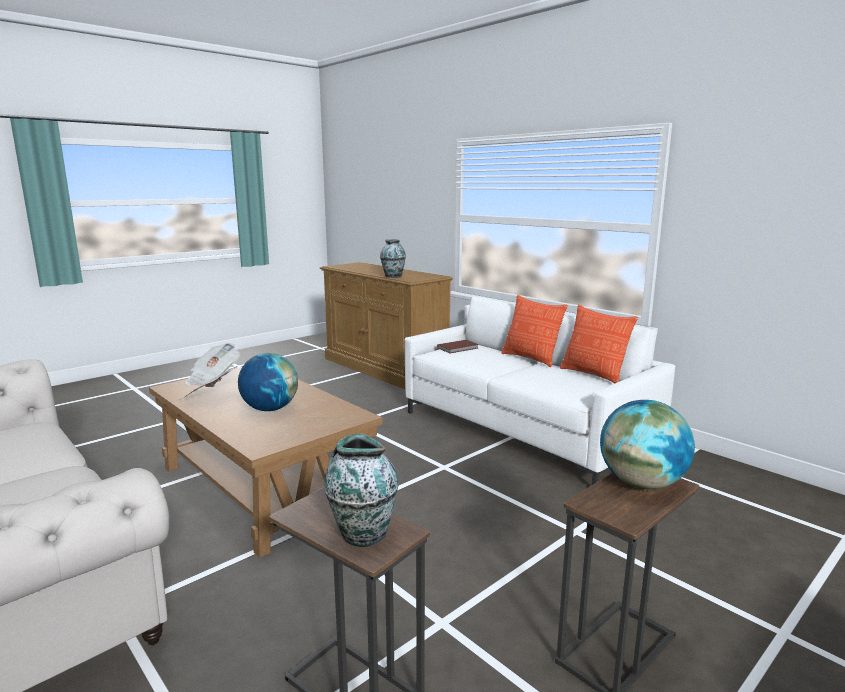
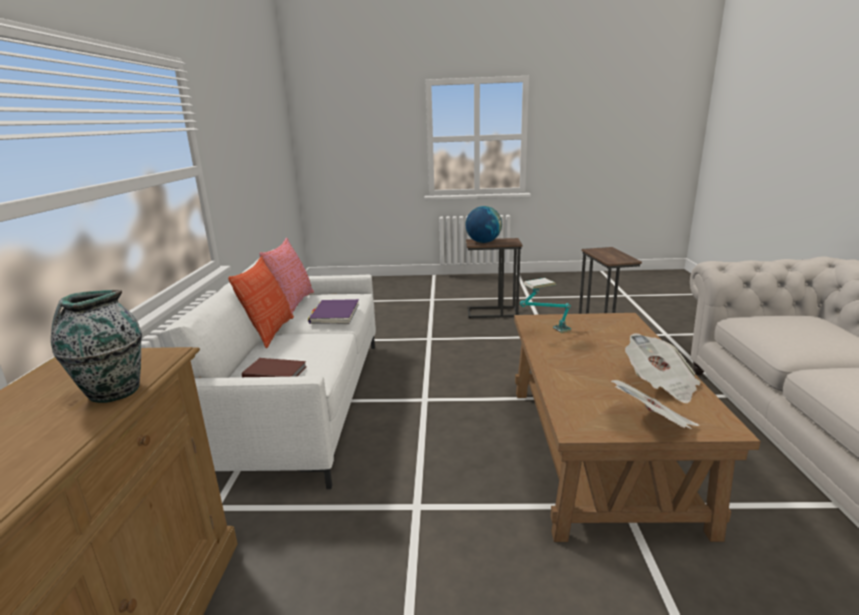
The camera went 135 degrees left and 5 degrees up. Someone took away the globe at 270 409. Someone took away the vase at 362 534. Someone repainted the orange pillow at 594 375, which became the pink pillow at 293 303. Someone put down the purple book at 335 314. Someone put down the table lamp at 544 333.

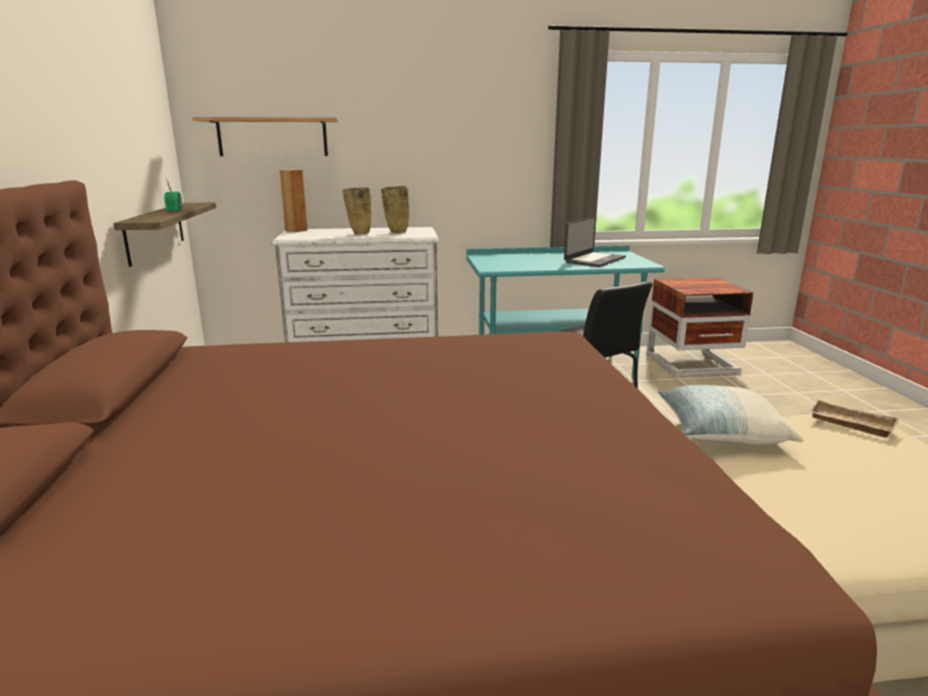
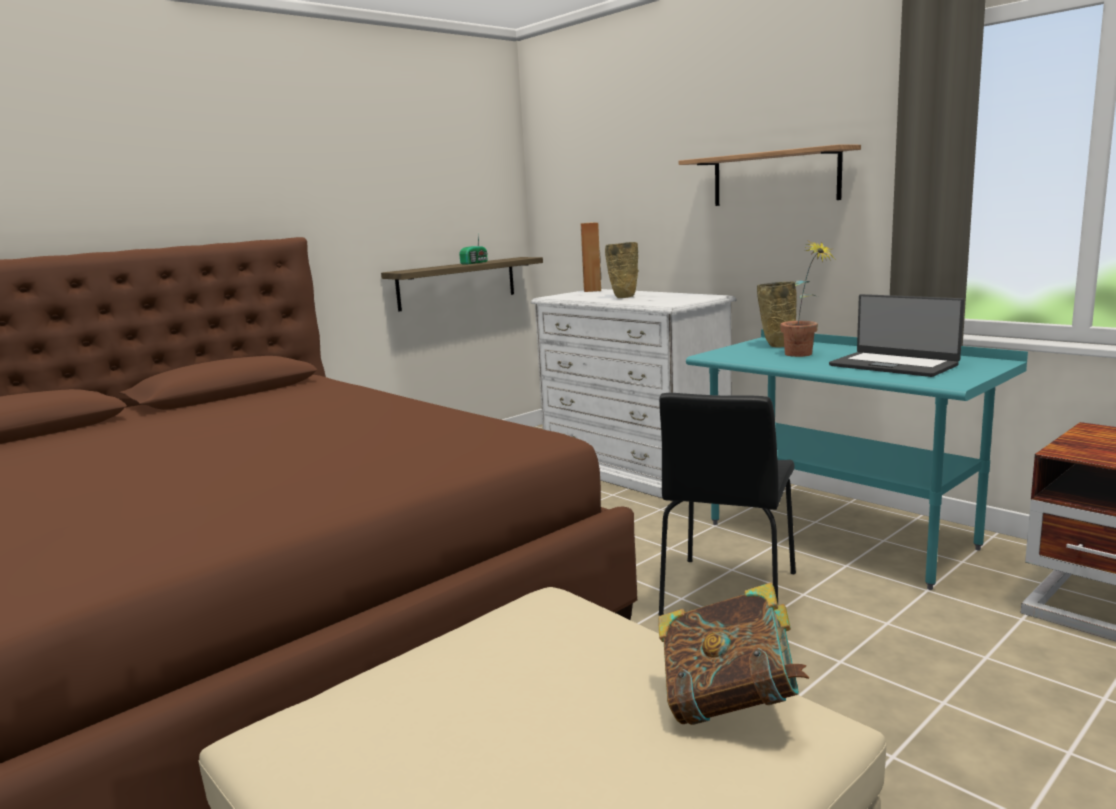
The camera went 55 degrees right and 5 degrees down. Someone carried the shelf from 272 137 to 775 178. Someone carried the beige vase from 396 232 to 776 346. Someone rotated the laptop at 594 260 by 45 degrees clockwise. Someone took away the pillow at 720 432. Someone swapped the beige tray at 849 424 for the book at 729 703. Someone put down the potted plant at 804 355.

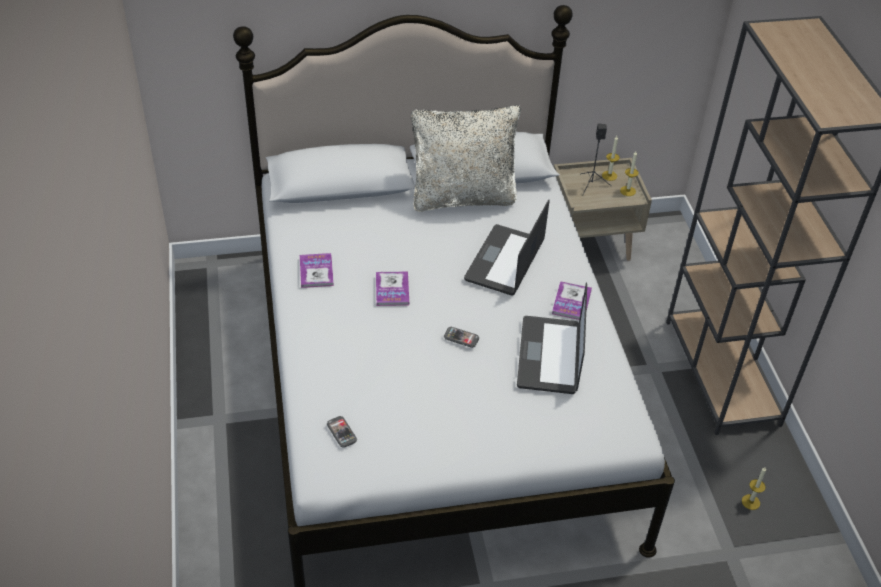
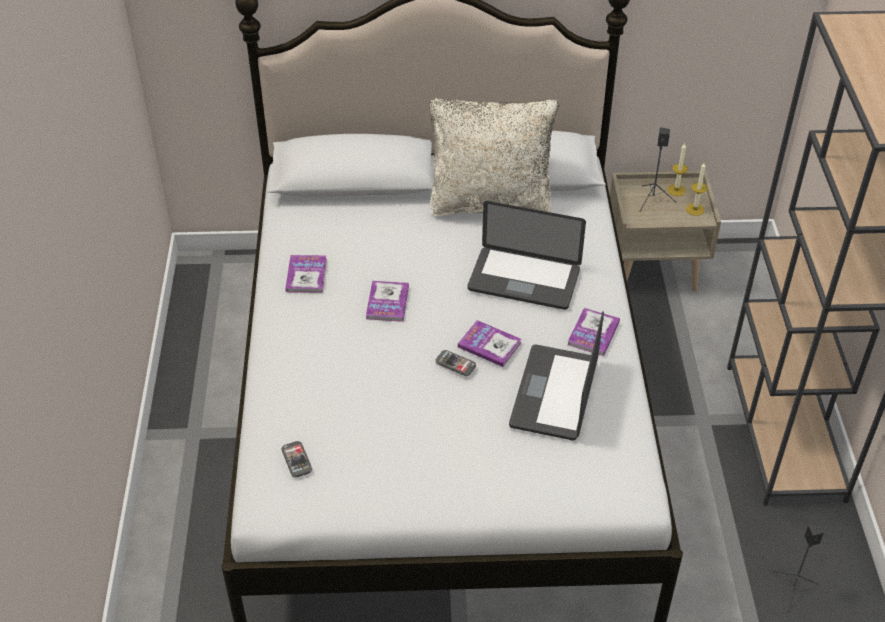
The camera went 10 degrees right and 0 degrees up. Someone rotated the laptop at 504 261 by 105 degrees counterclockwise. Someone swapped the candle at 750 502 for the black speaker at 793 589. Someone put down the book at 489 344.

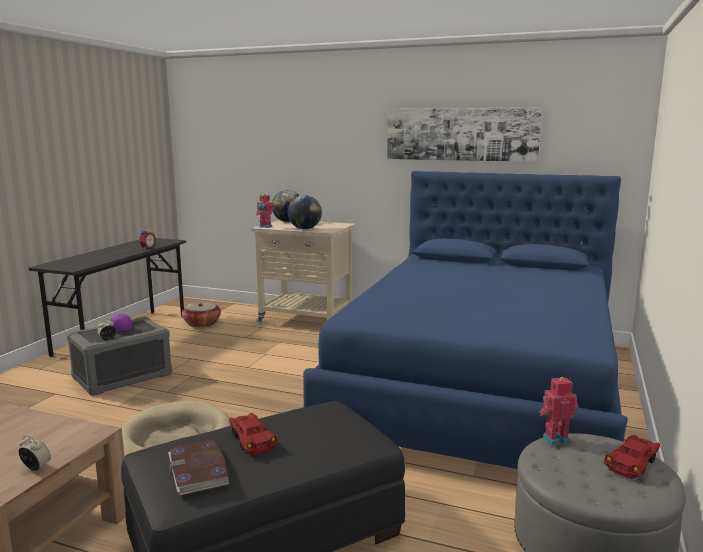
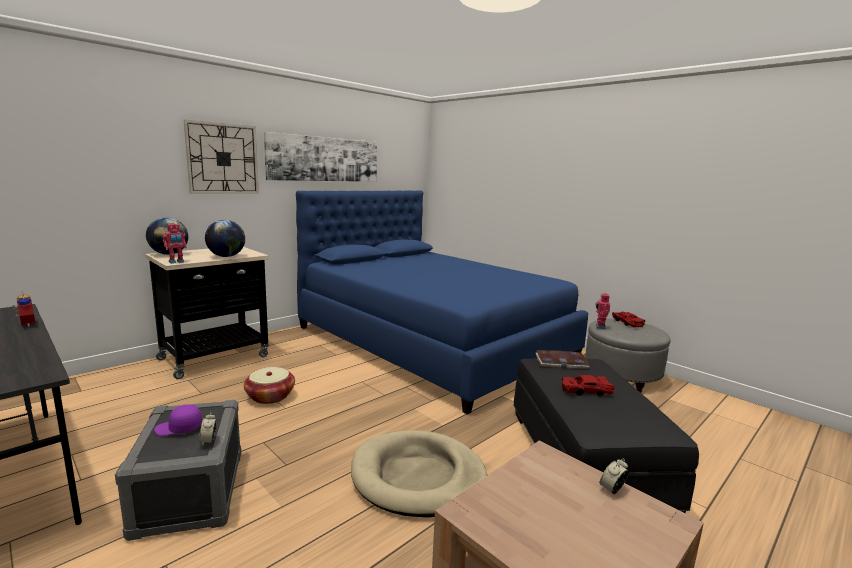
The camera went 65 degrees left and 0 degrees up. Someone carried the book from 199 470 to 561 362. Someone carried the basket from 202 323 to 270 396. Someone repainted the beige cart at 306 321, which became the black cart at 215 357. Someone put up the wall clock at 223 159.

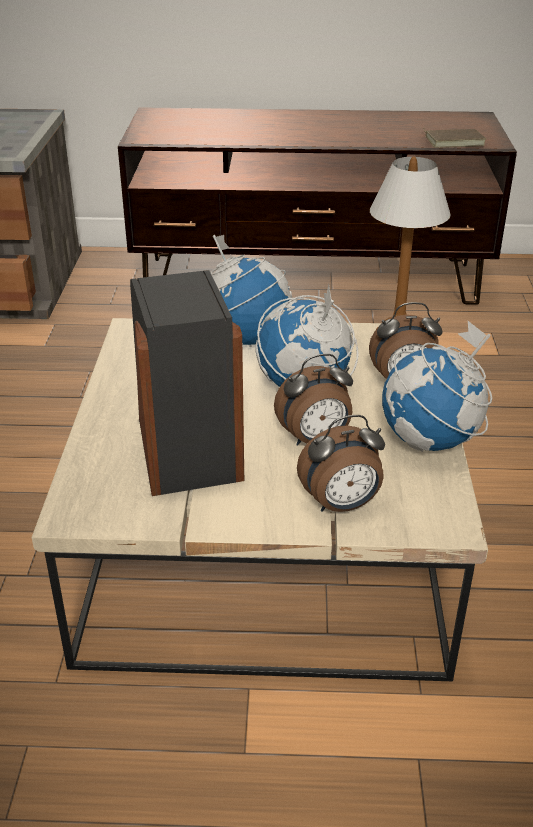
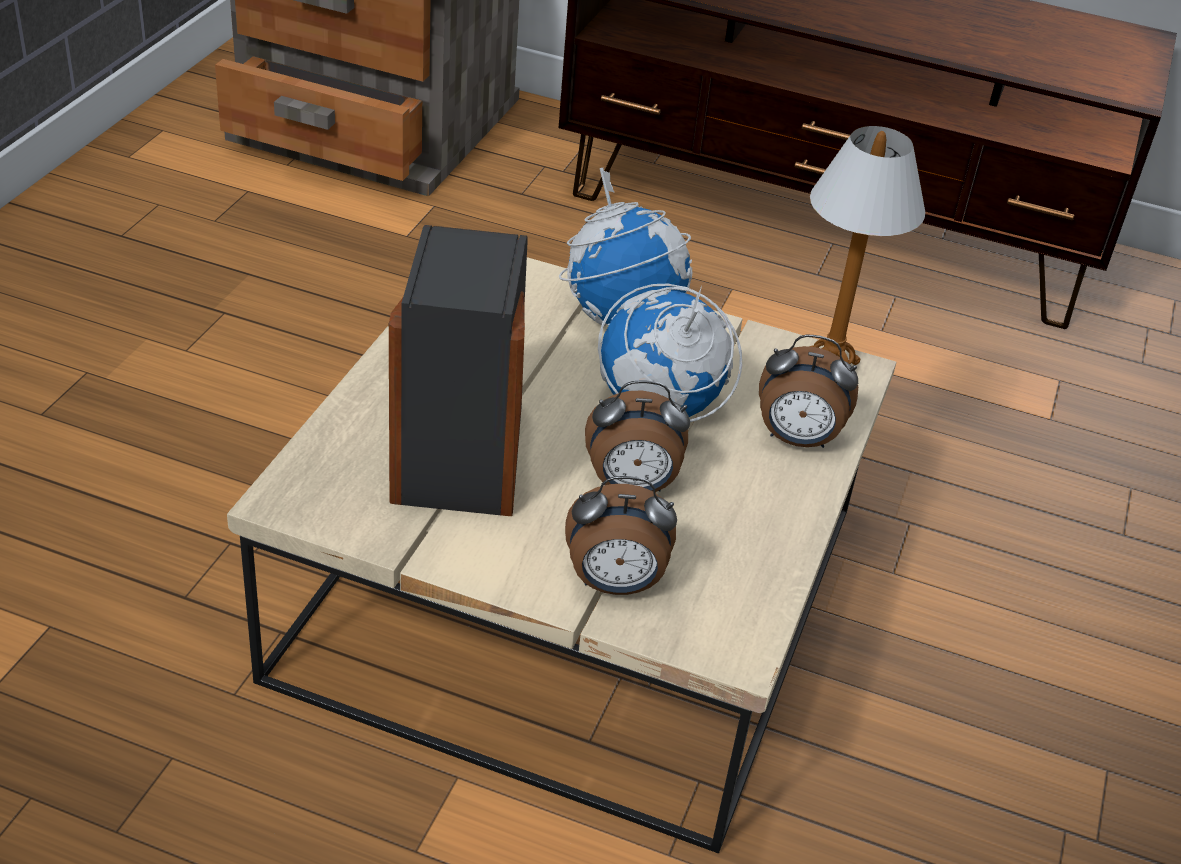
The camera went 15 degrees right and 5 degrees up. Someone took away the globe at 431 441. Someone took away the brown book at 454 141.

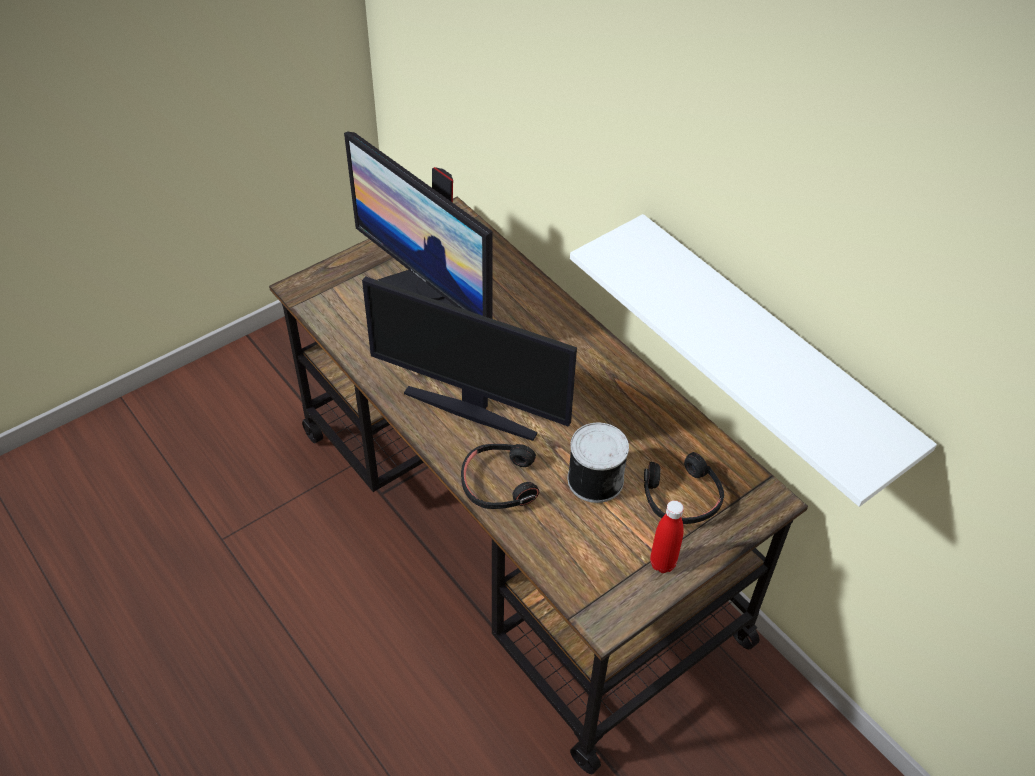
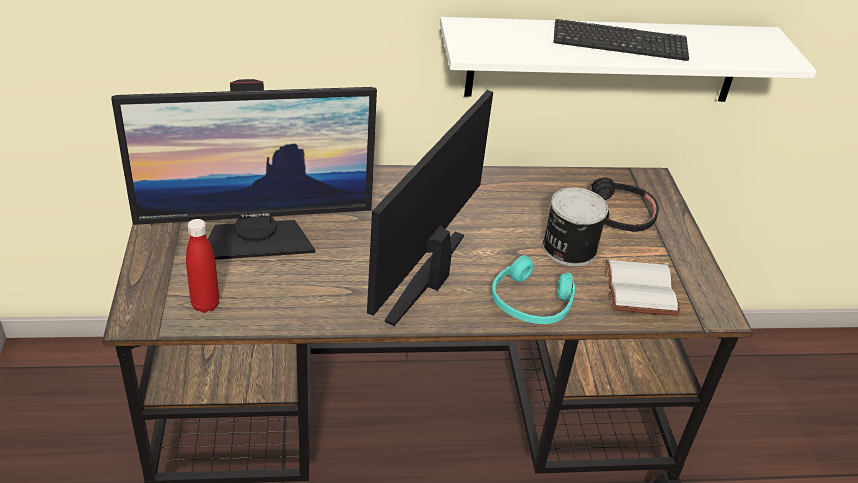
The camera went 60 degrees left and 10 degrees down. Someone rotated the monitor at 471 410 by 150 degrees clockwise. Someone repainted the black headphones at 499 483, which became the turquoise headphones at 531 302. Someone carried the red bottle from 662 563 to 205 305. Someone put down the keyboard at 619 43. Someone put down the white book at 643 290.

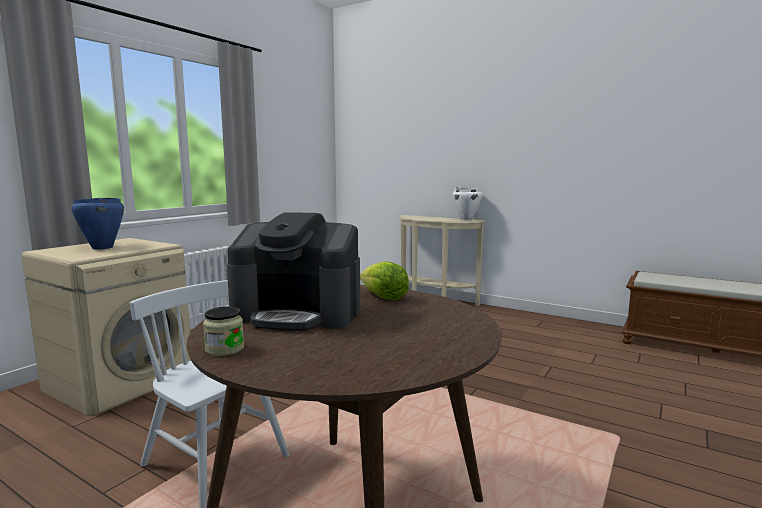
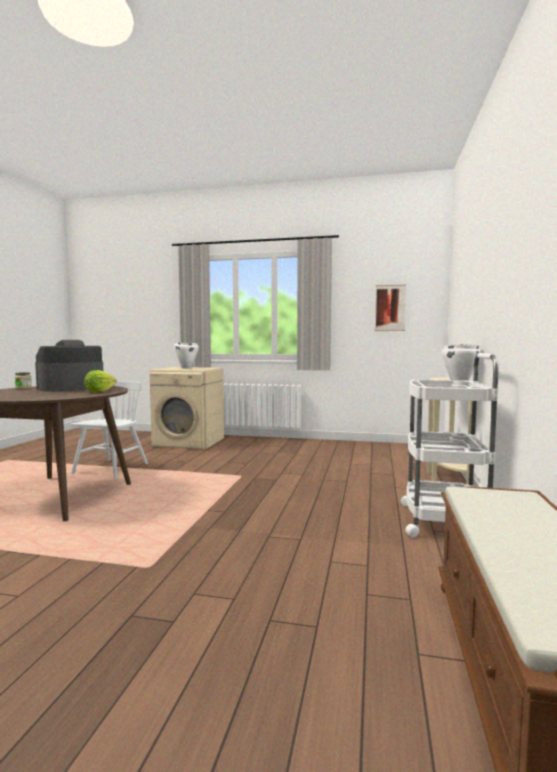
The camera went 70 degrees right and 5 degrees down. Someone repainted the blue cooking pot at 102 248, which became the white cooking pot at 186 368. Someone rotated the coffee machine at 298 313 by 60 degrees clockwise. Someone put up the picture at 390 308. Someone put down the white cart at 443 522.

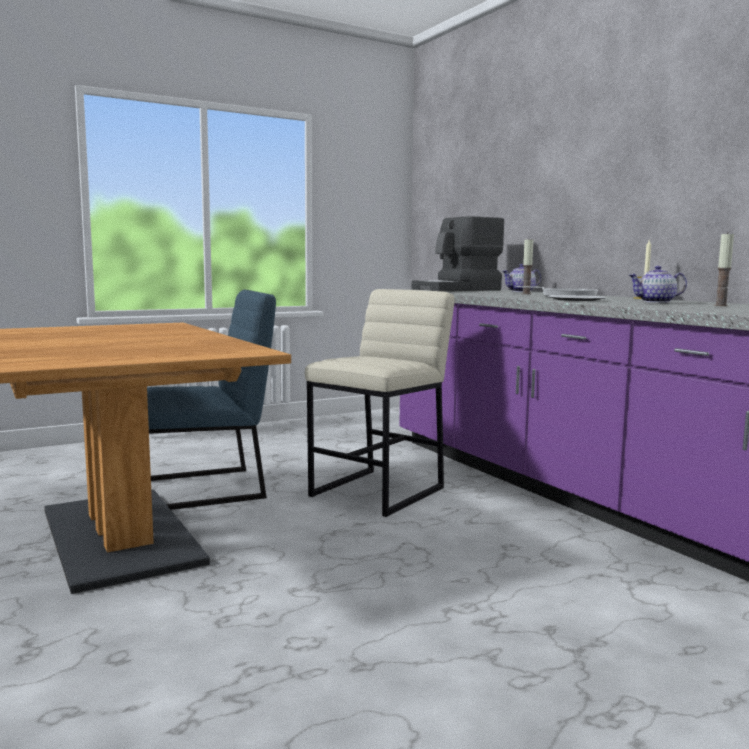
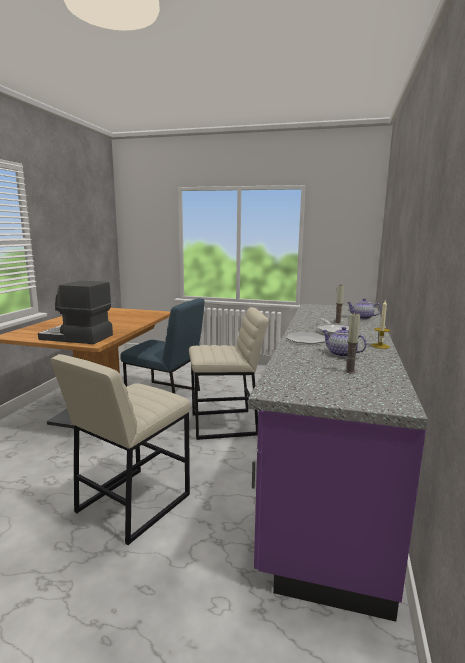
The camera went 45 degrees right and 5 degrees up. Someone carried the coffee machine from 458 290 to 76 337. Someone put down the beige chair at 131 504.

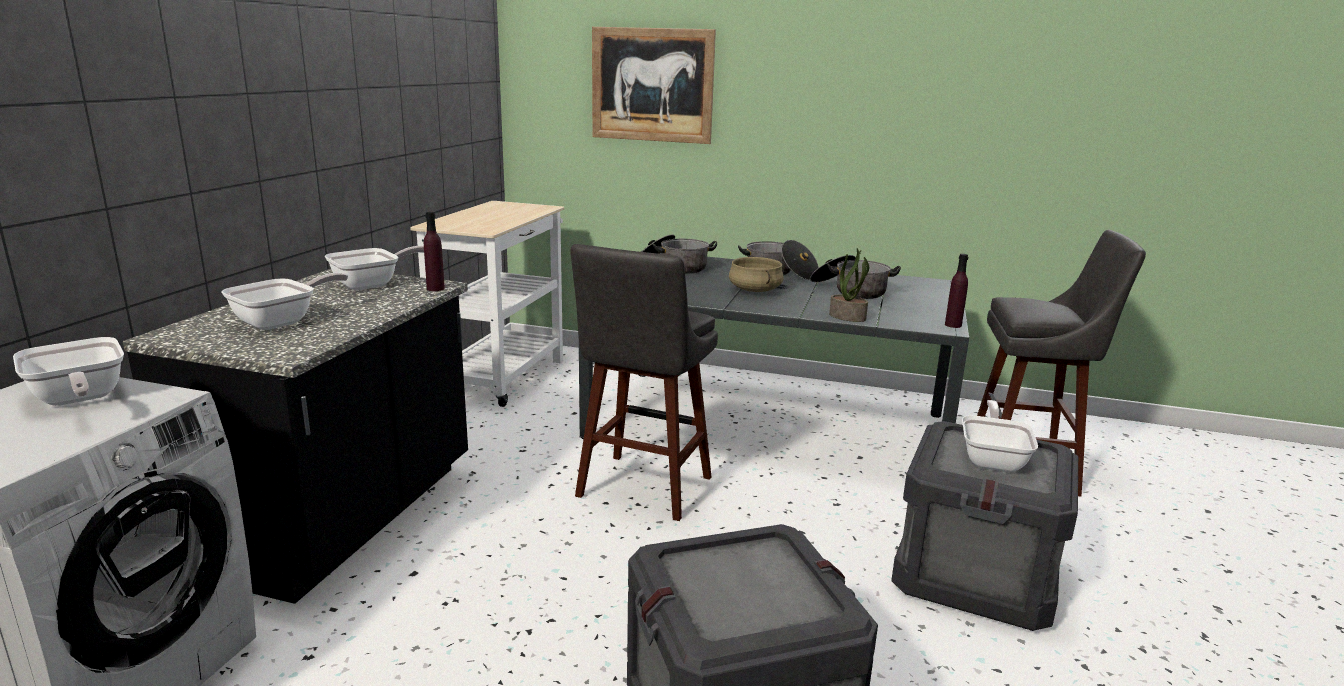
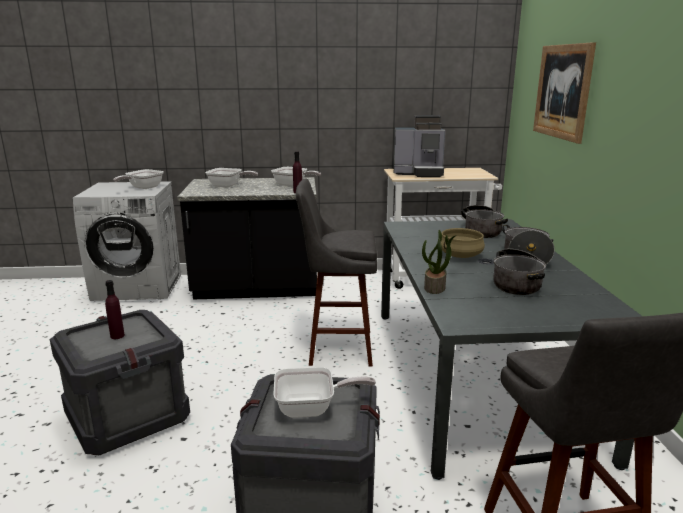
The camera went 70 degrees right and 0 degrees up. Someone carried the purple bottle from 953 325 to 117 336. Someone put down the coffee machine at 419 173.

